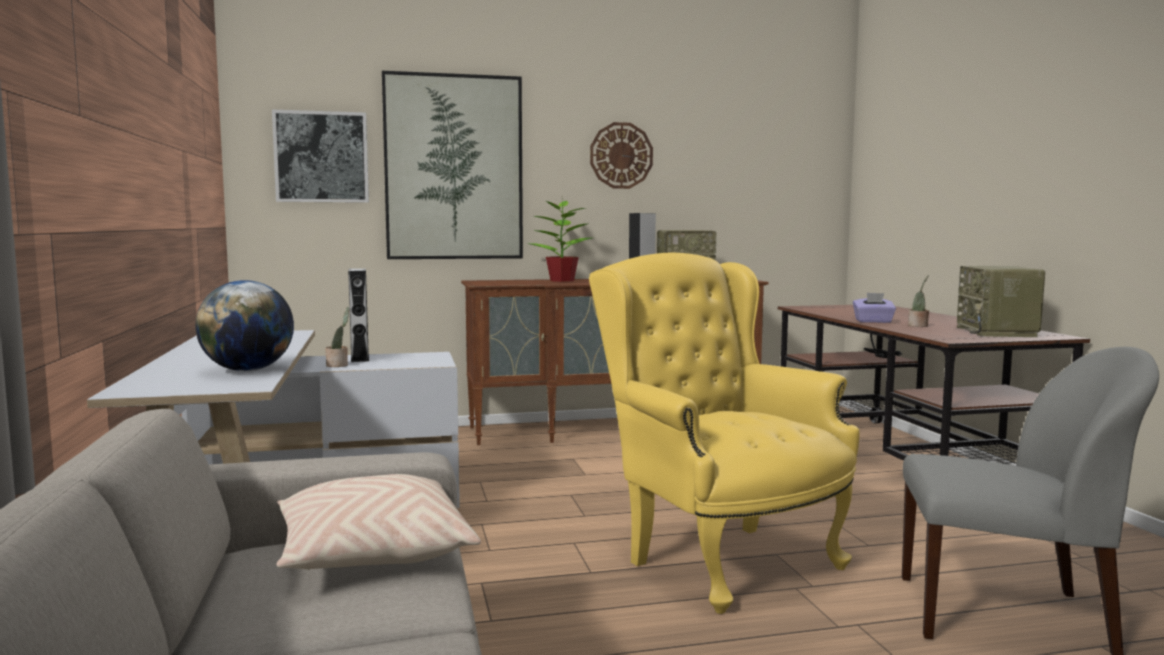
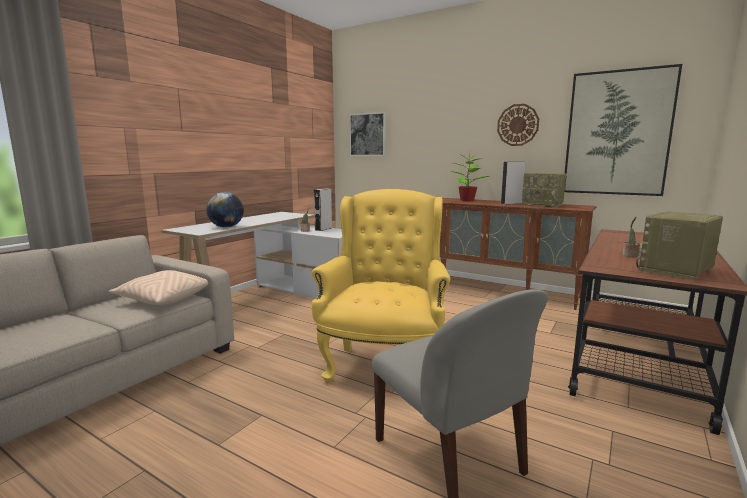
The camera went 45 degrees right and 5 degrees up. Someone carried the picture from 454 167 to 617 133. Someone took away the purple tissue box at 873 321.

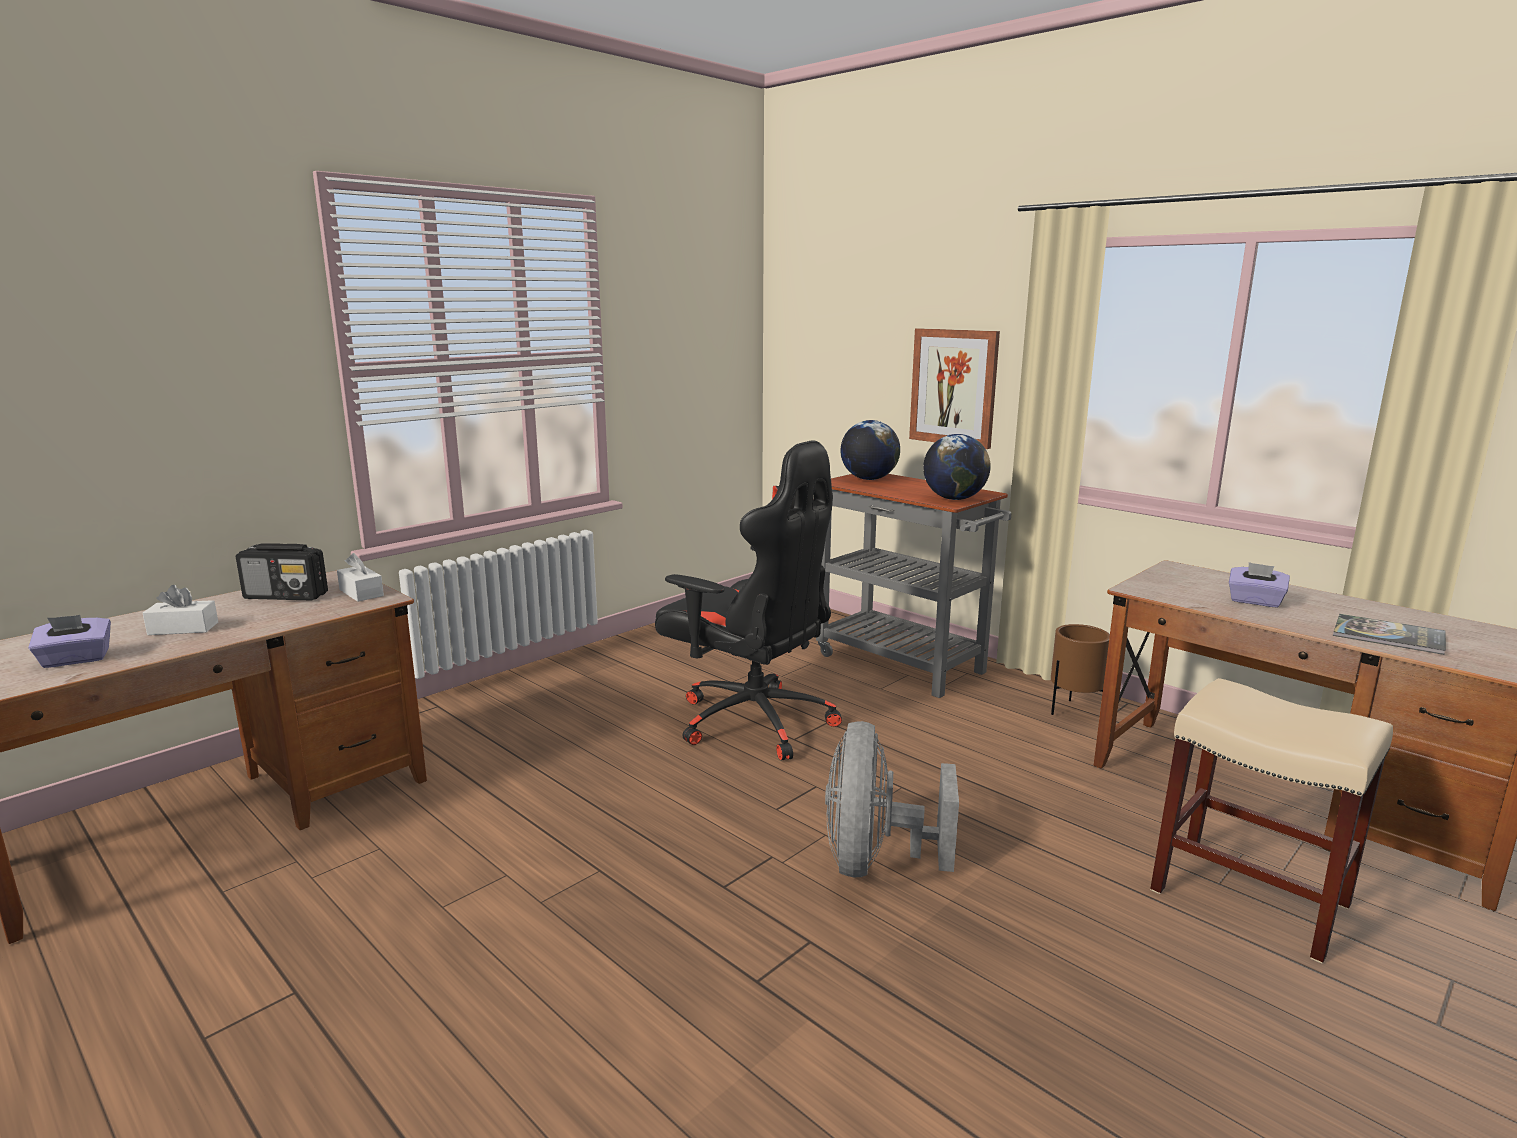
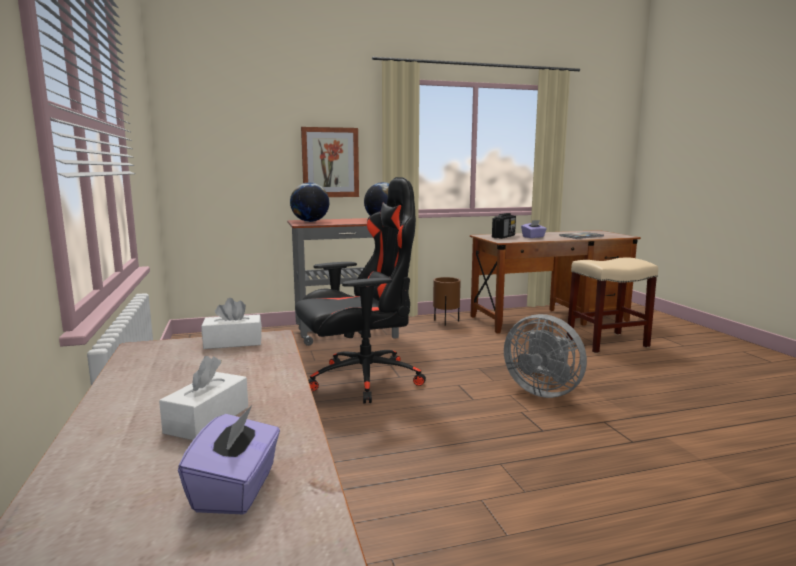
The camera went 60 degrees left and 5 degrees down. Someone carried the radio from 287 596 to 503 236.

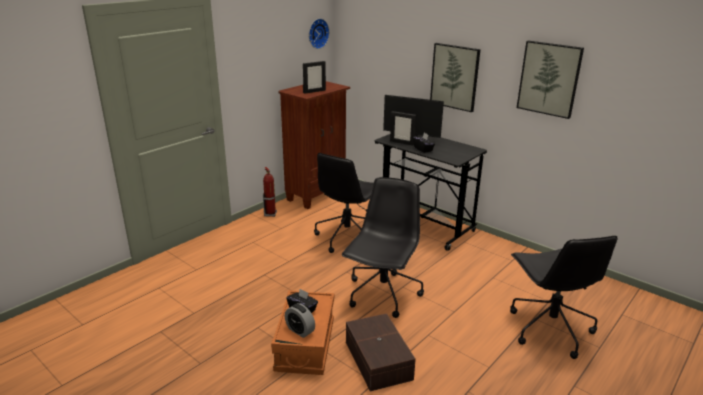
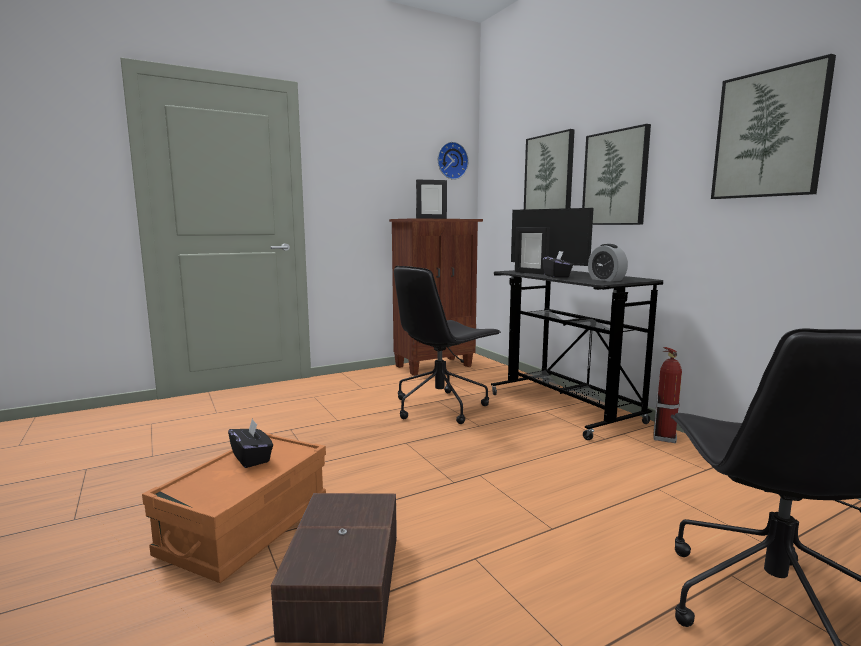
The camera went 20 degrees right and 15 degrees down. Someone carried the fire extinguisher from 270 214 to 664 438. Someone carried the alarm clock from 300 330 to 606 280. Someone took away the black office chair at 382 296. Someone put up the picture at 549 175.

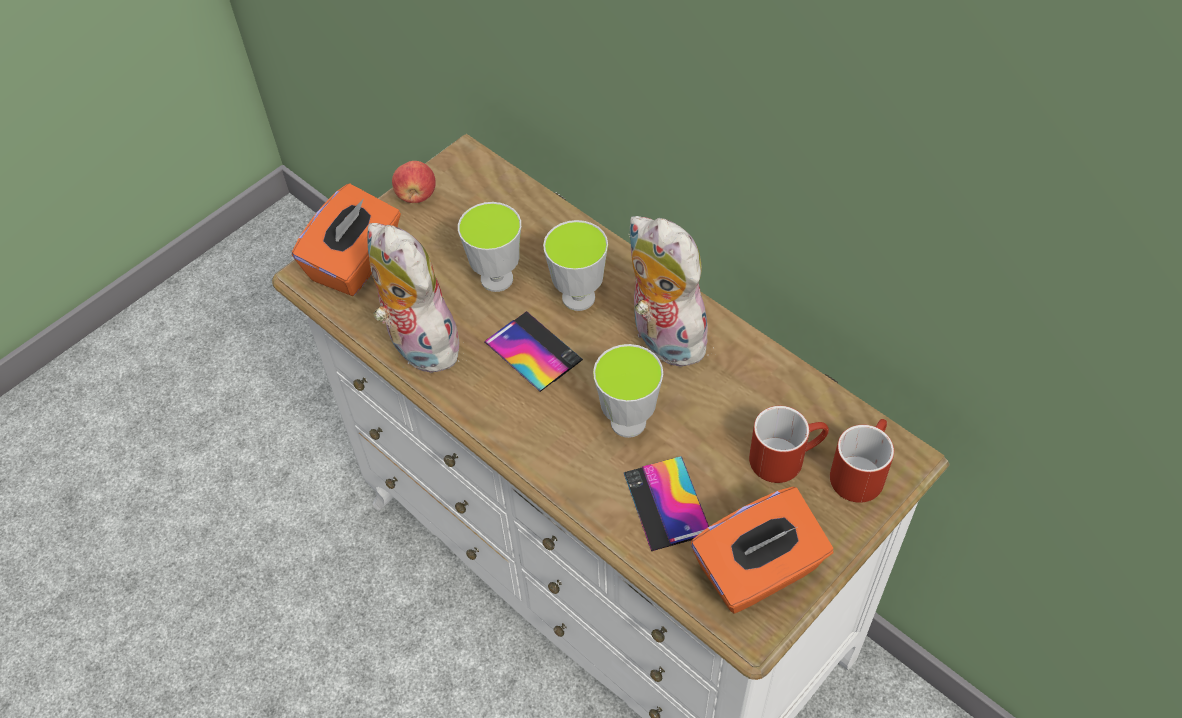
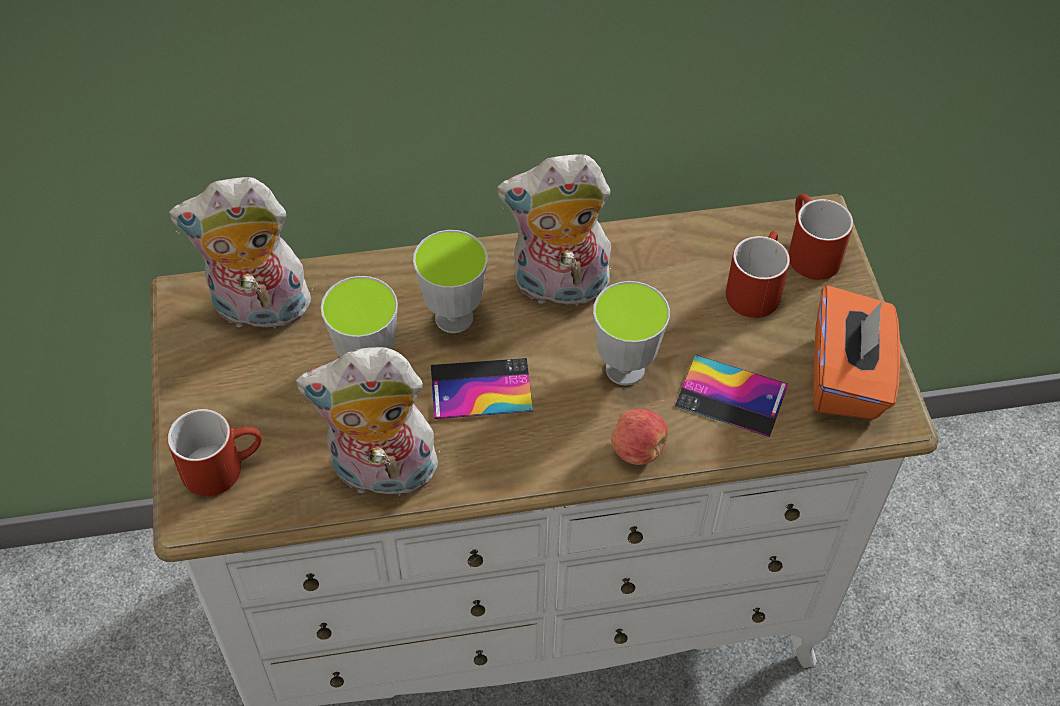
The camera went 55 degrees left and 0 degrees up. Someone swapped the orange tissue box at 356 262 for the red mug at 223 465. Someone carried the apple from 416 195 to 638 450. Someone put down the plush toy at 258 310.

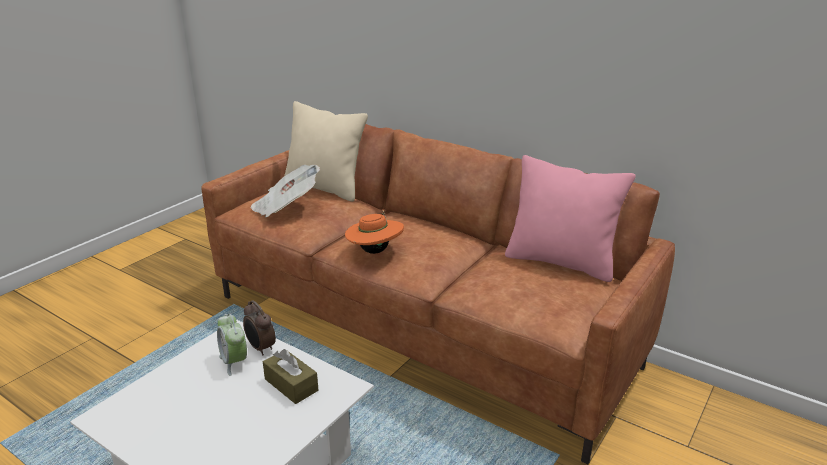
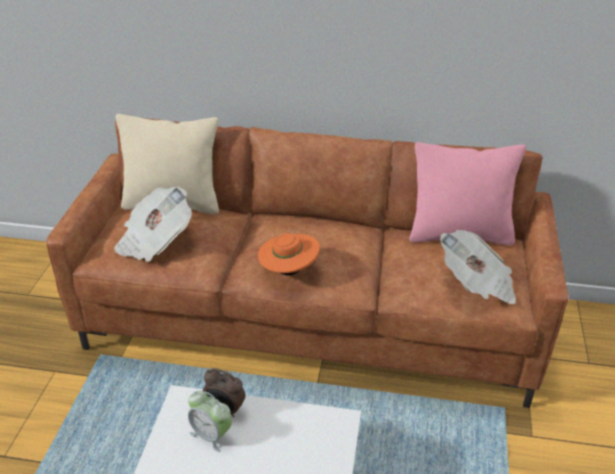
The camera went 25 degrees left and 10 degrees up. Someone took away the brown tissue box at 291 385. Someone put down the newspaper at 476 284.

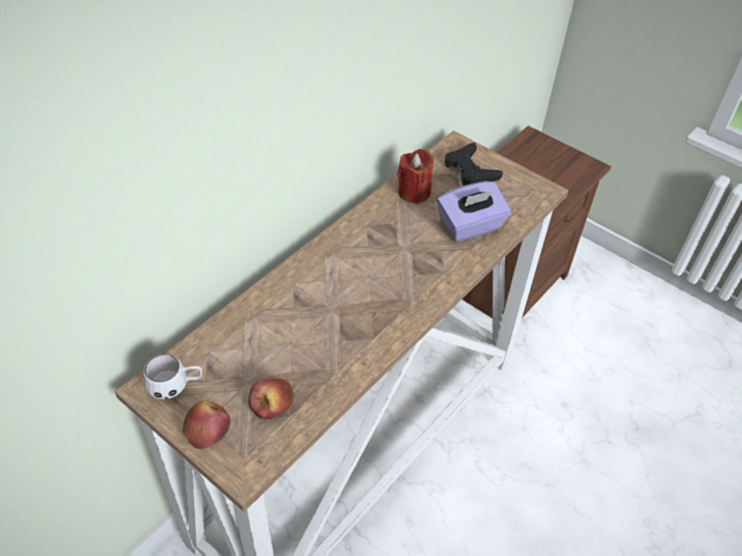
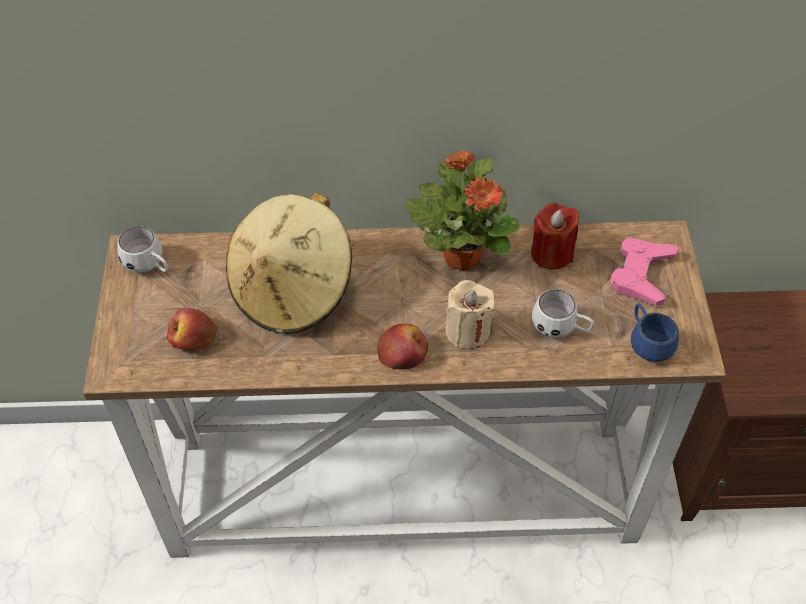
The camera went 50 degrees right and 5 degrees up. Someone carried the apple from 207 428 to 402 352. Someone swapped the purple tissue box at 470 226 for the white mug at 560 329. Someone repainted the black game controller at 470 171, which became the pink game controller at 641 274. Someone put down the beige hat at 292 290. Someone put down the potted plant at 462 255. Someone put down the beige candle at 467 331. Someone put down the blue mug at 646 343.

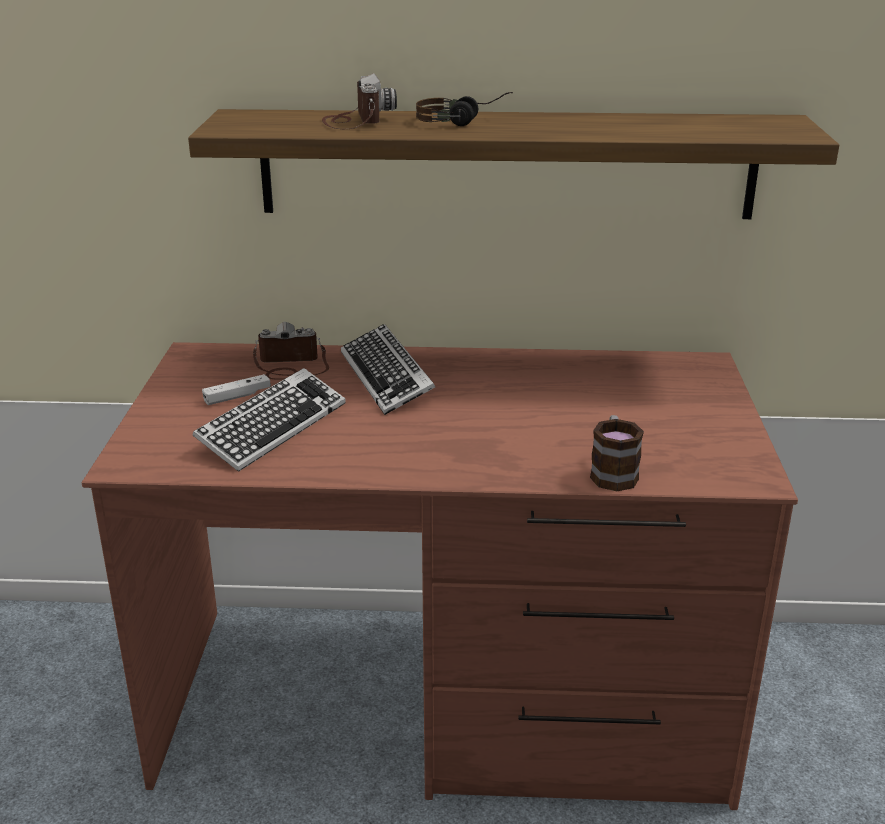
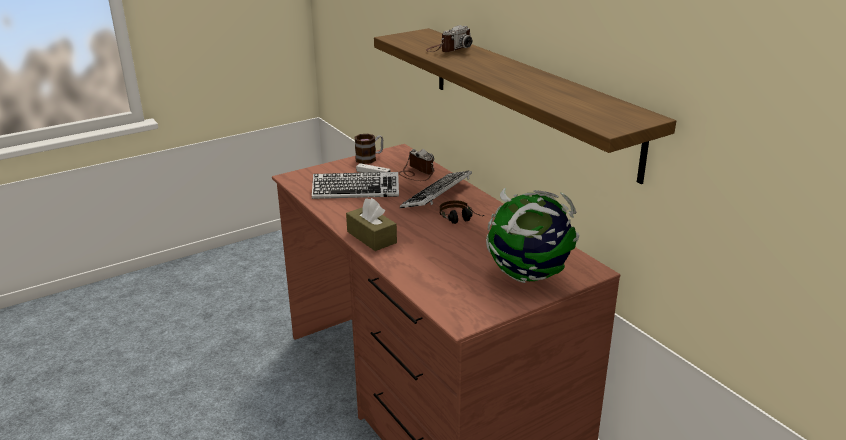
The camera went 55 degrees right and 0 degrees up. Someone carried the headphones from 463 122 to 461 220. Someone carried the mug from 613 472 to 370 158. Someone put down the brown tissue box at 371 237. Someone put down the globe at 529 275.

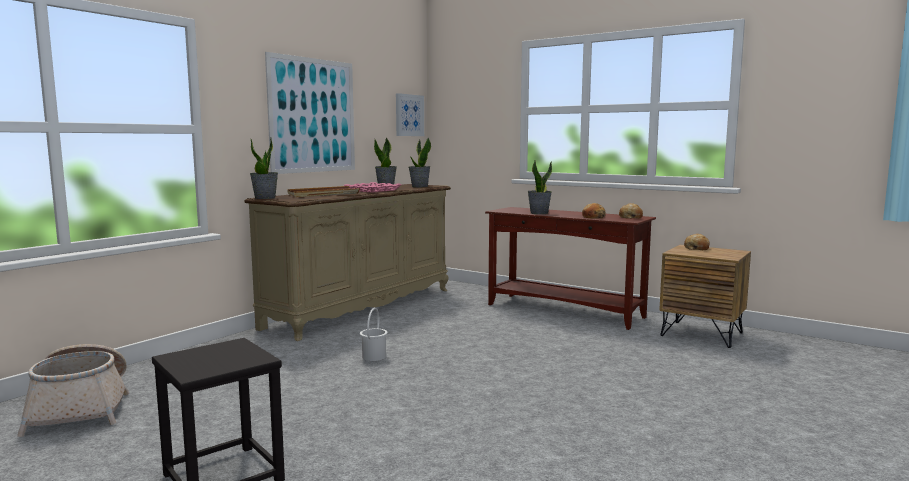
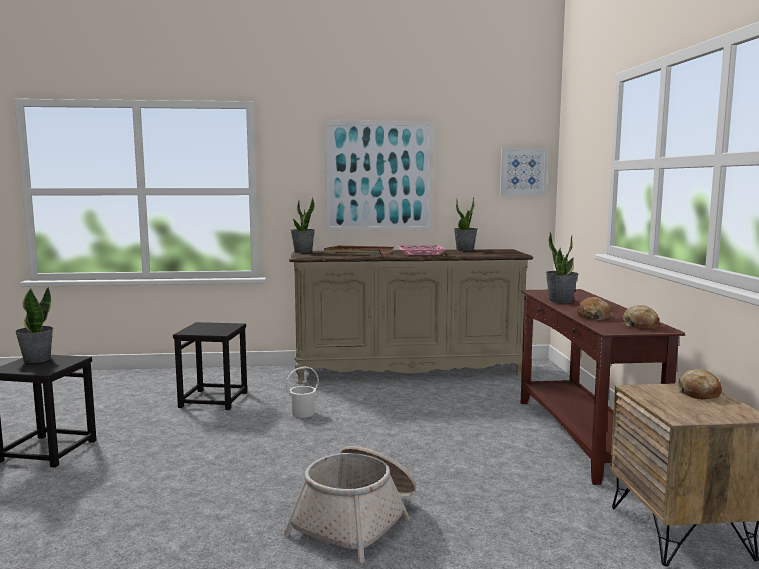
The camera went 50 degrees right and 0 degrees up. Someone carried the basket from 81 408 to 357 520. Someone carried the potted plant from 419 186 to 36 359. Someone put down the black stool at 214 400.

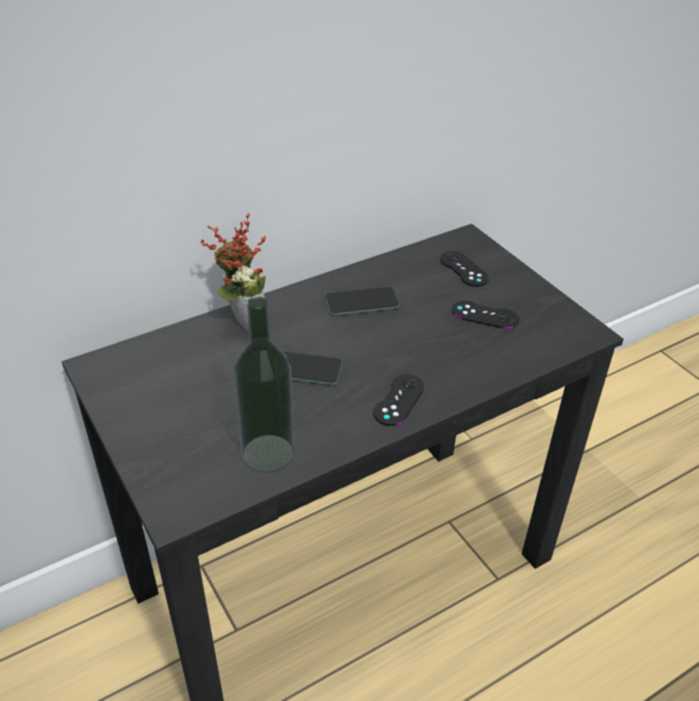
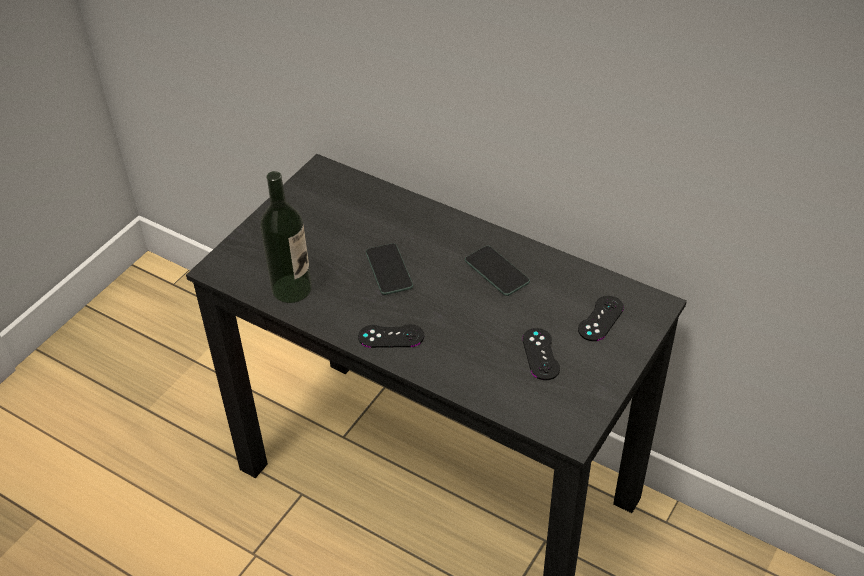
The camera went 65 degrees right and 5 degrees up. Someone took away the potted plant at 242 323.

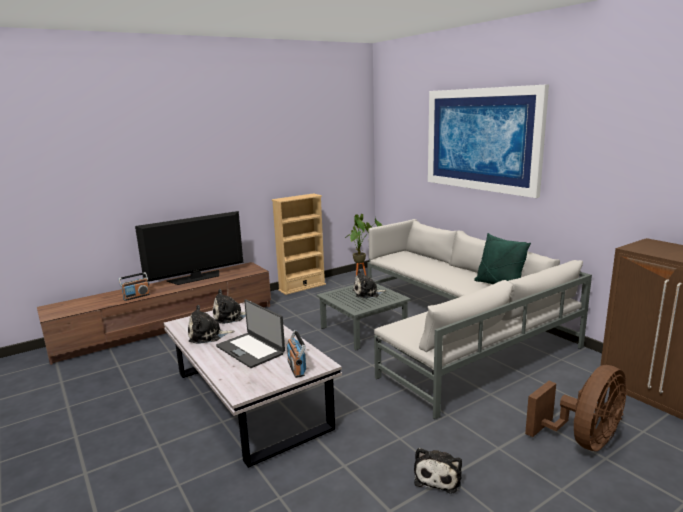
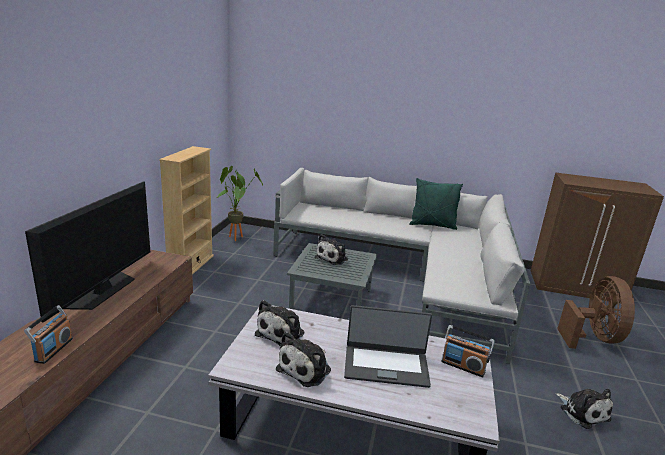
The camera went 45 degrees left and 5 degrees up. Someone took away the picture at 481 139.

